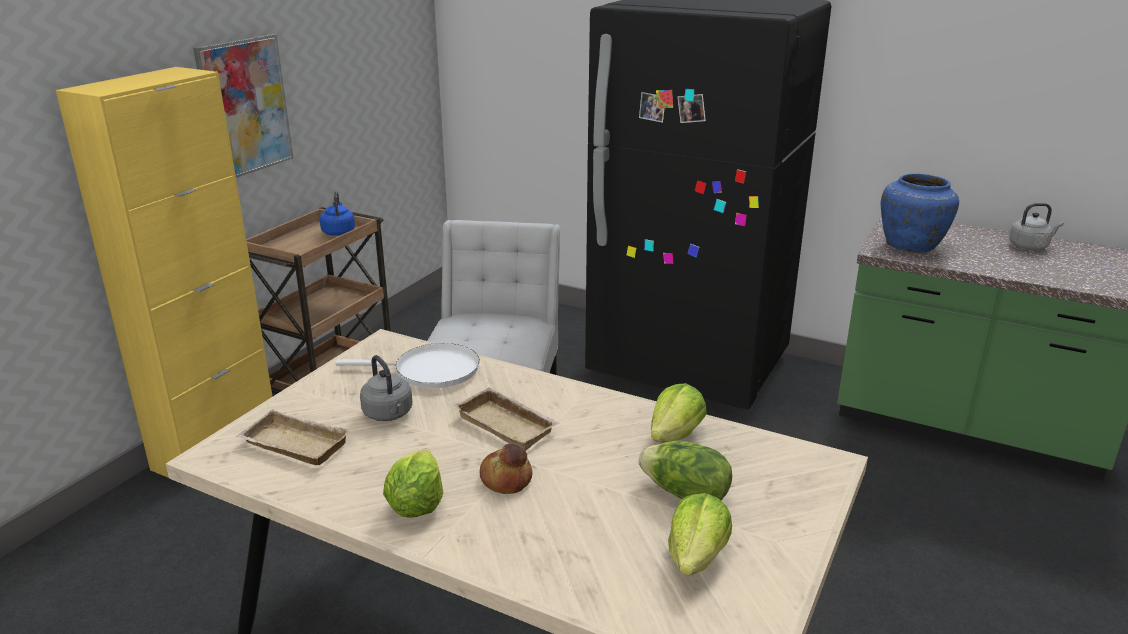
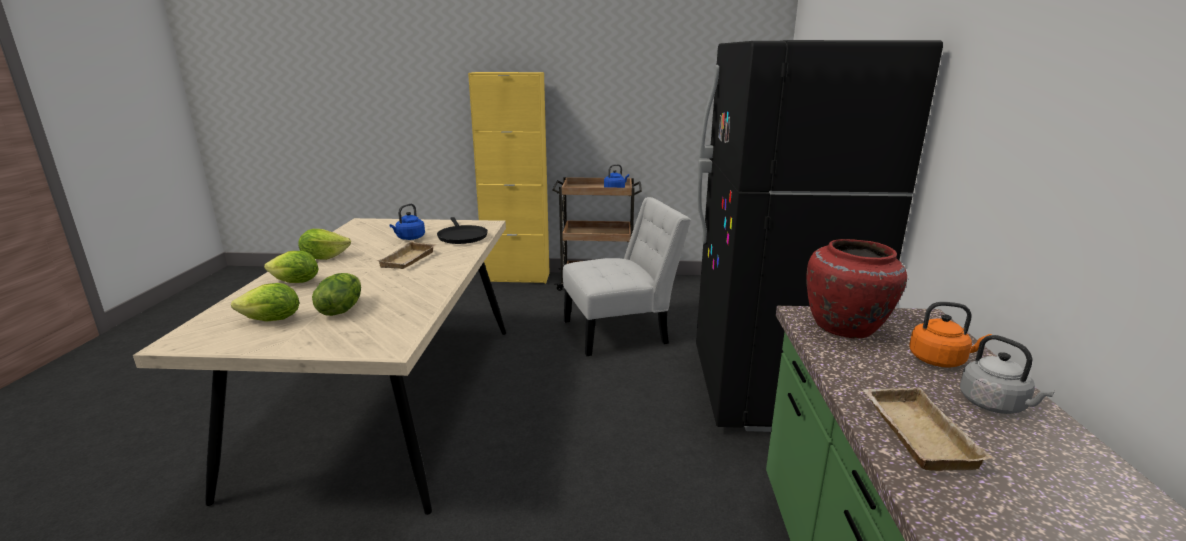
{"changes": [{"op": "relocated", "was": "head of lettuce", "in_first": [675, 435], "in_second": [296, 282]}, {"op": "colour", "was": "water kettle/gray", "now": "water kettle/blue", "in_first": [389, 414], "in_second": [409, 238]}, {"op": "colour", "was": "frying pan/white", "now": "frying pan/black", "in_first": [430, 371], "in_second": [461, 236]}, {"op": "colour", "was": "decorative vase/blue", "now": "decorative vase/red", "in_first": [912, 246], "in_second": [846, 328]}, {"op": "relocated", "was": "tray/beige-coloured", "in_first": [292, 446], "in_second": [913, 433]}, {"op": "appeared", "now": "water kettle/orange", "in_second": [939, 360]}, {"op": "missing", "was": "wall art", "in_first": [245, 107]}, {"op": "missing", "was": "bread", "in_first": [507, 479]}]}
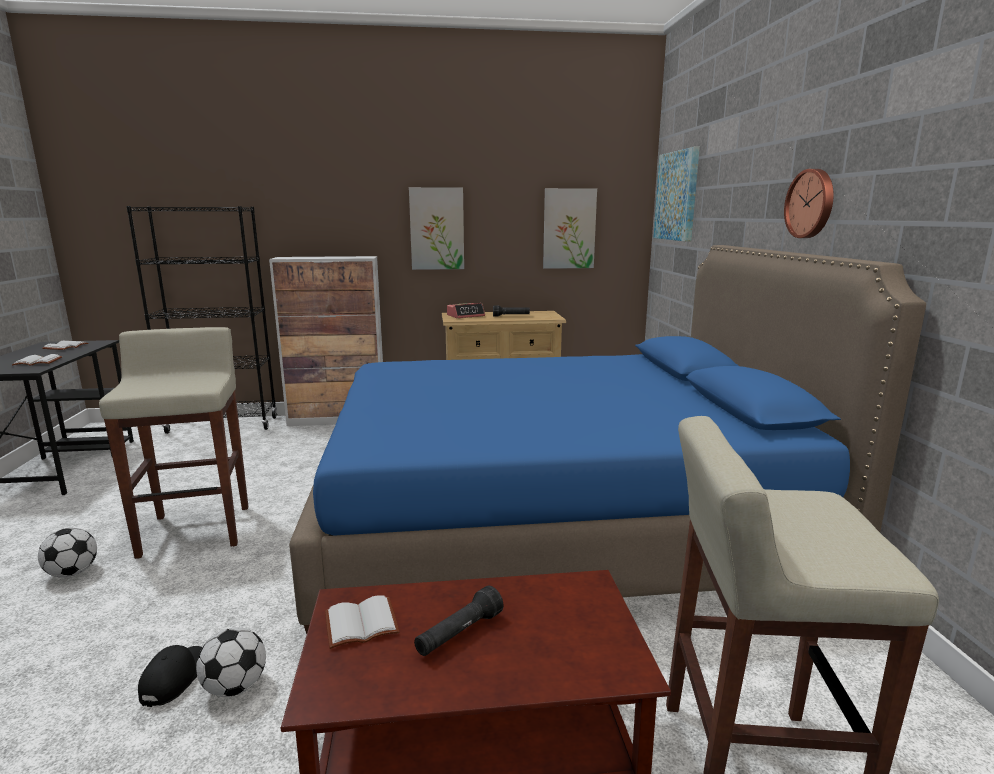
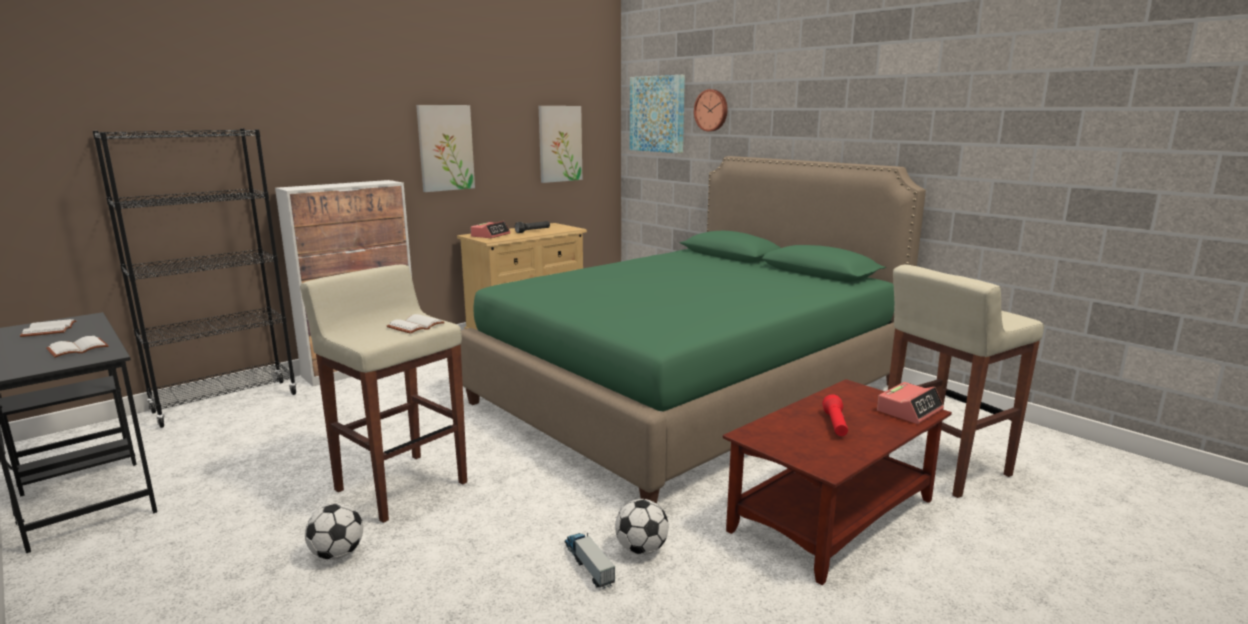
{"changes": [{"op": "relocated", "was": "book/white", "in_first": [360, 625], "in_second": [416, 326]}, {"op": "colour", "was": "bedroom bed/blue", "now": "bedroom bed/green", "in_first": [555, 523], "in_second": [689, 393]}, {"op": "exchanged", "was": "peaked cap/black", "now": "toy truck", "in_first": [174, 678], "in_second": [588, 564]}, {"op": "relocated", "was": "clock on the wall", "in_first": [811, 204], "in_second": [712, 110]}, {"op": "colour", "was": "torch/black", "now": "torch/red", "in_first": [459, 634], "in_second": [835, 425]}, {"op": "appeared", "now": "table clock", "in_second": [909, 410]}]}
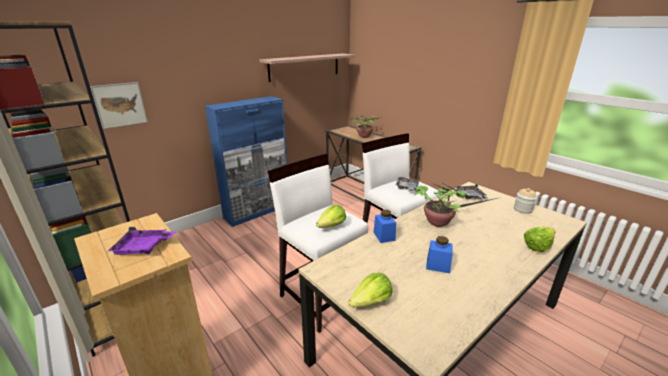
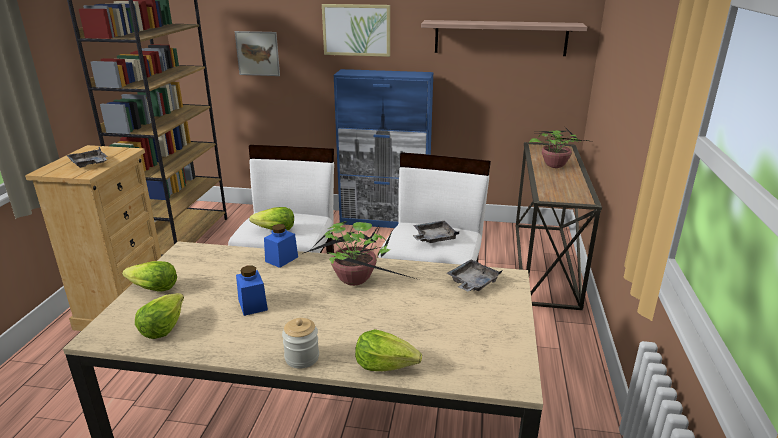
{"changes": [{"op": "colour", "was": "tray/purplish", "now": "tray/gray", "in_first": [143, 248], "in_second": [89, 164]}, {"op": "appeared", "now": "head of lettuce", "in_second": [162, 327]}, {"op": "relocated", "was": "storage jar", "in_first": [523, 209], "in_second": [302, 357]}, {"op": "appeared", "now": "wall art", "in_second": [356, 30]}]}
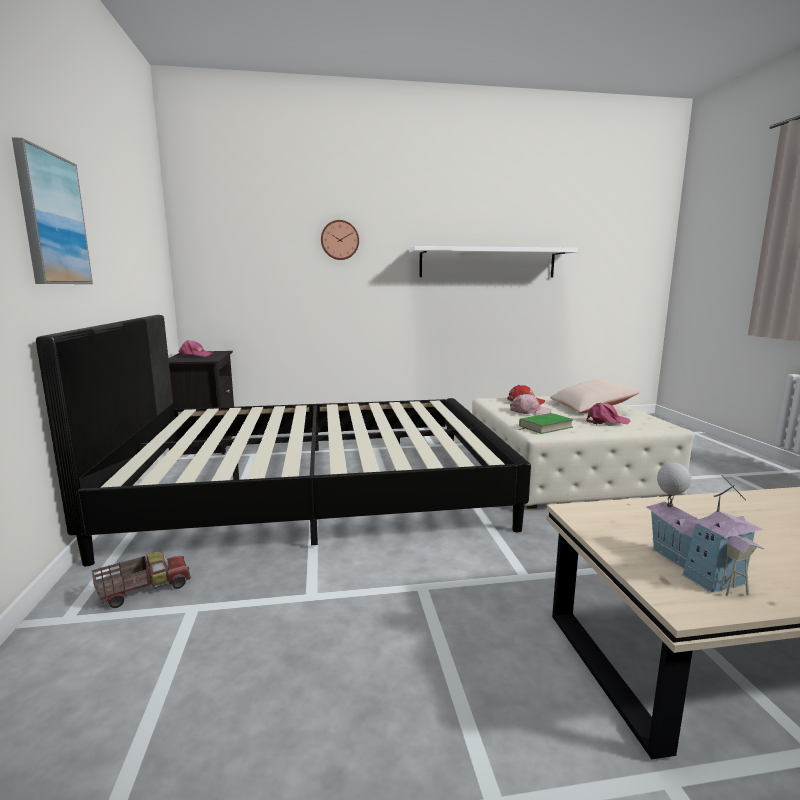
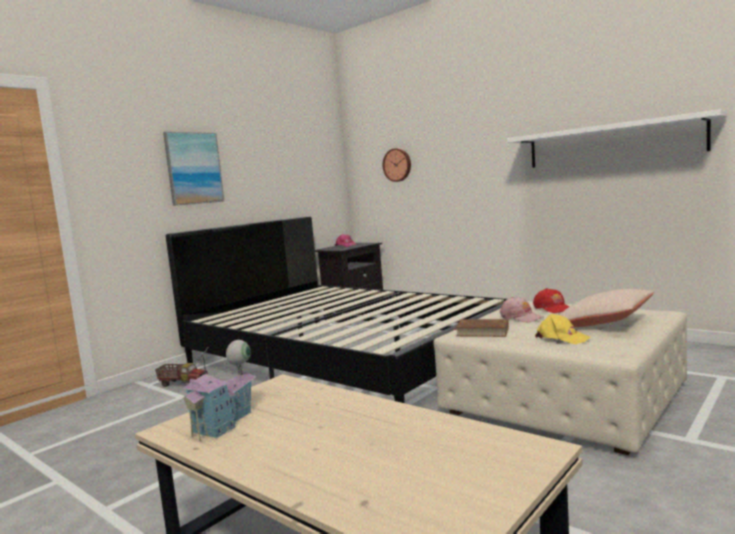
{"changes": [{"op": "relocated", "was": "clock on the wall", "in_first": [340, 240], "in_second": [397, 165]}, {"op": "colour", "was": "book/green", "now": "book/brown-coloured", "in_first": [545, 427], "in_second": [482, 331]}, {"op": "colour", "was": "peaked cap/pink", "now": "peaked cap/yellow-coloured", "in_first": [606, 421], "in_second": [561, 338]}]}
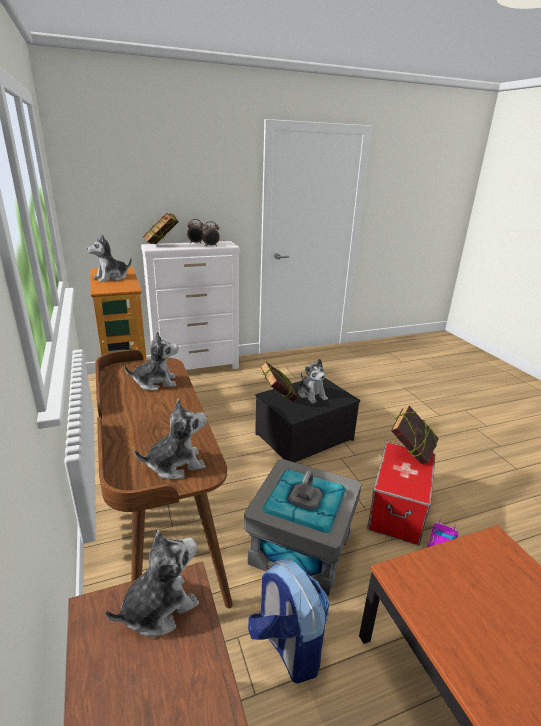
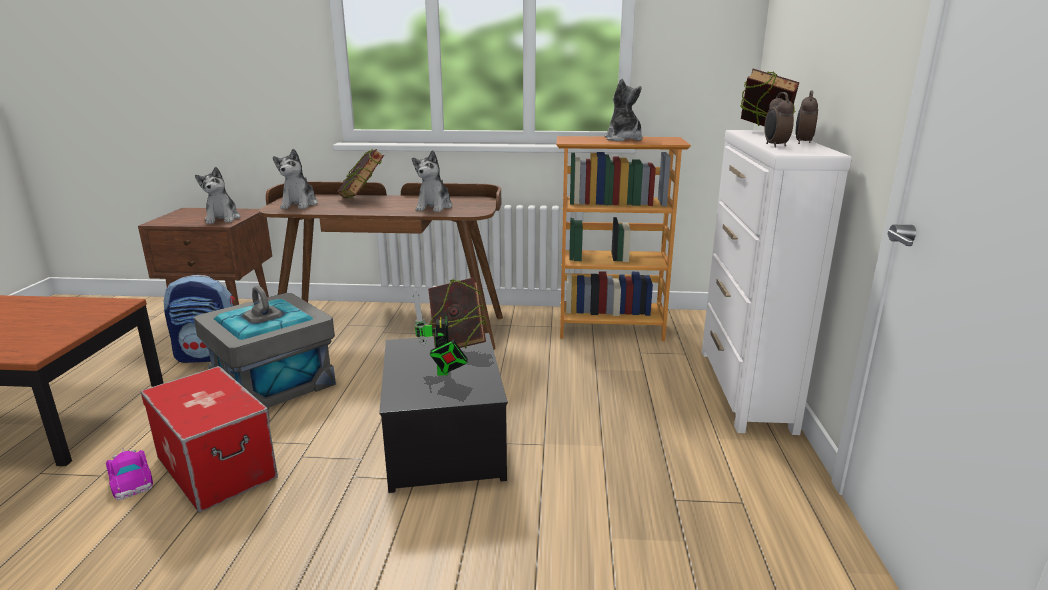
{"changes": [{"op": "relocated", "was": "book", "in_first": [411, 453], "in_second": [362, 198]}, {"op": "exchanged", "was": "soft toy", "now": "toy robot", "in_first": [311, 395], "in_second": [443, 372]}]}
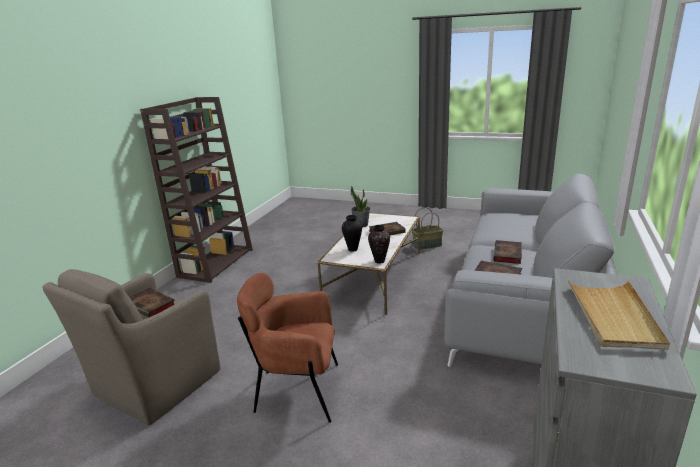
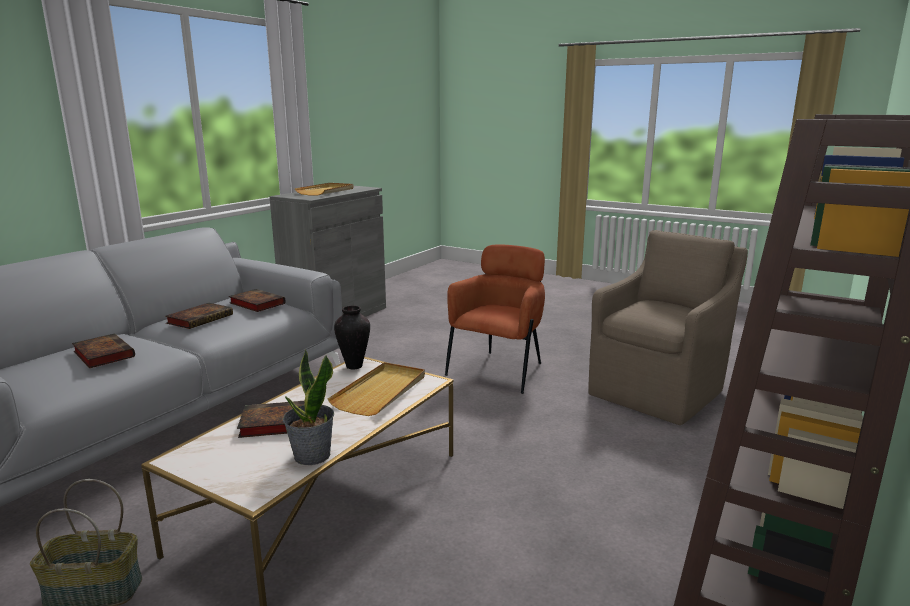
{"changes": [{"op": "relocated", "was": "book", "in_first": [151, 306], "in_second": [102, 354]}, {"op": "exchanged", "was": "decorative vase", "now": "tray/beige-coloured", "in_first": [352, 249], "in_second": [381, 391]}, {"op": "spun", "was": "armchair/brown-coloured", "in_first": [297, 391], "in_second": [499, 370], "clockwise": -75}]}
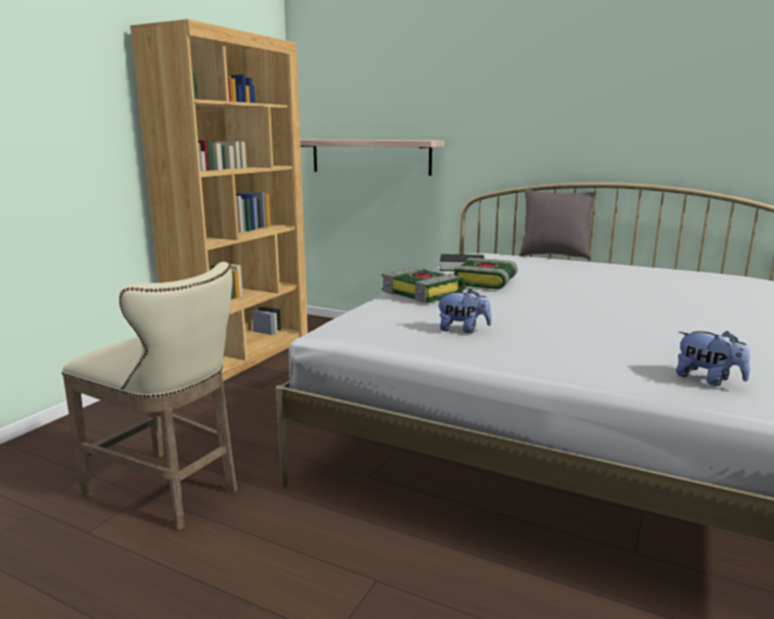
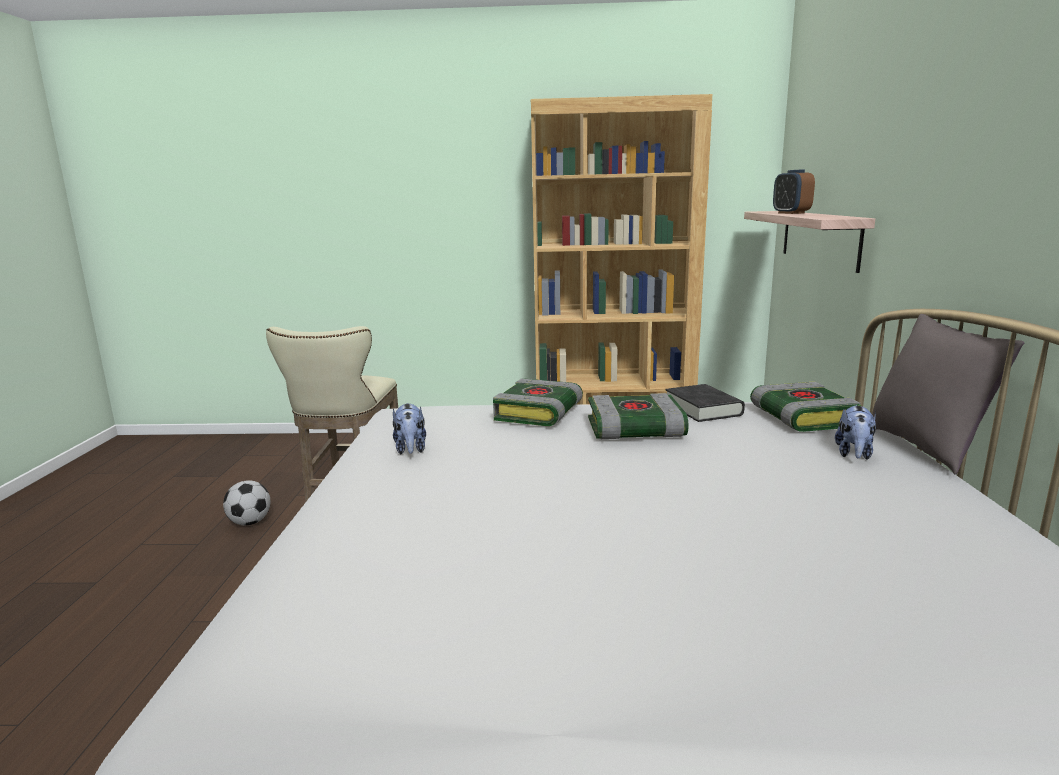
{"changes": [{"op": "appeared", "now": "ball for football", "in_second": [250, 522]}, {"op": "appeared", "now": "book", "in_second": [800, 417]}, {"op": "appeared", "now": "table clock", "in_second": [791, 213]}, {"op": "relocated", "was": "soft toy", "in_first": [708, 380], "in_second": [854, 454]}]}
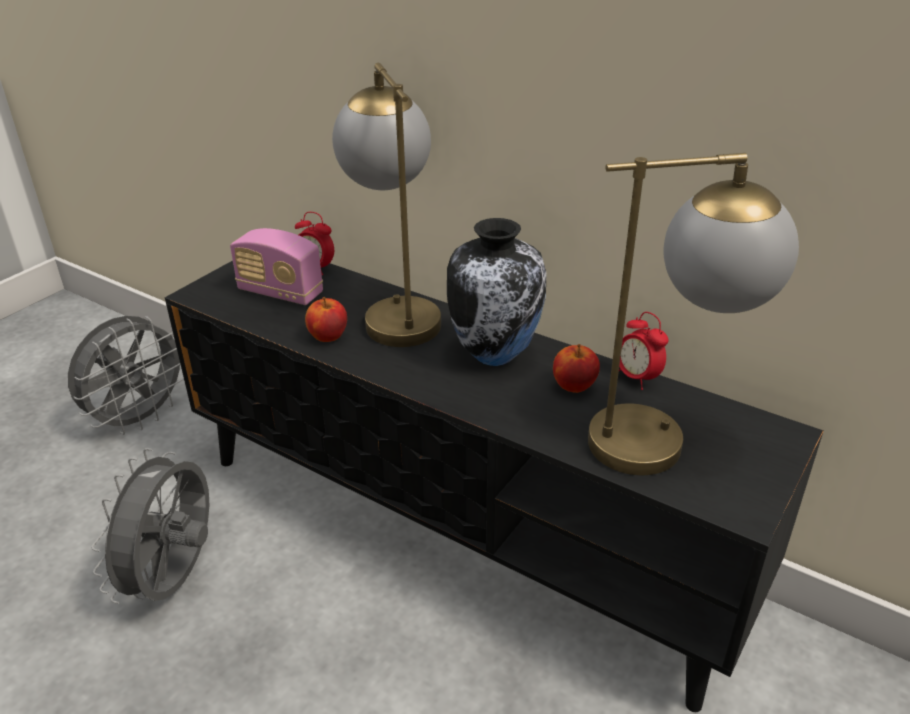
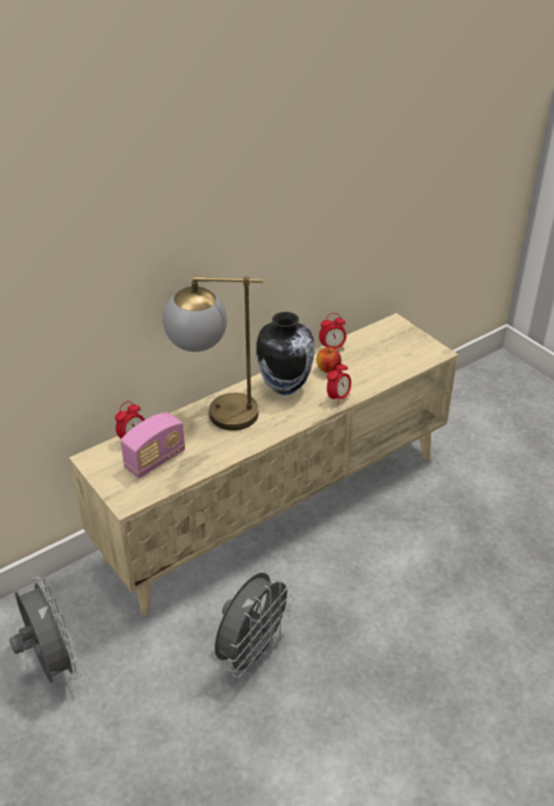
{"changes": [{"op": "colour", "was": "media console/black", "now": "media console/beige-coloured", "in_first": [460, 528], "in_second": [277, 504]}, {"op": "spun", "was": "electric fan/gray", "in_first": [176, 580], "in_second": [252, 652], "clockwise": -90}, {"op": "appeared", "now": "table clock", "in_second": [338, 397]}, {"op": "missing", "was": "whole apple", "in_first": [328, 337]}, {"op": "missing", "was": "table lamp", "in_first": [667, 439]}]}
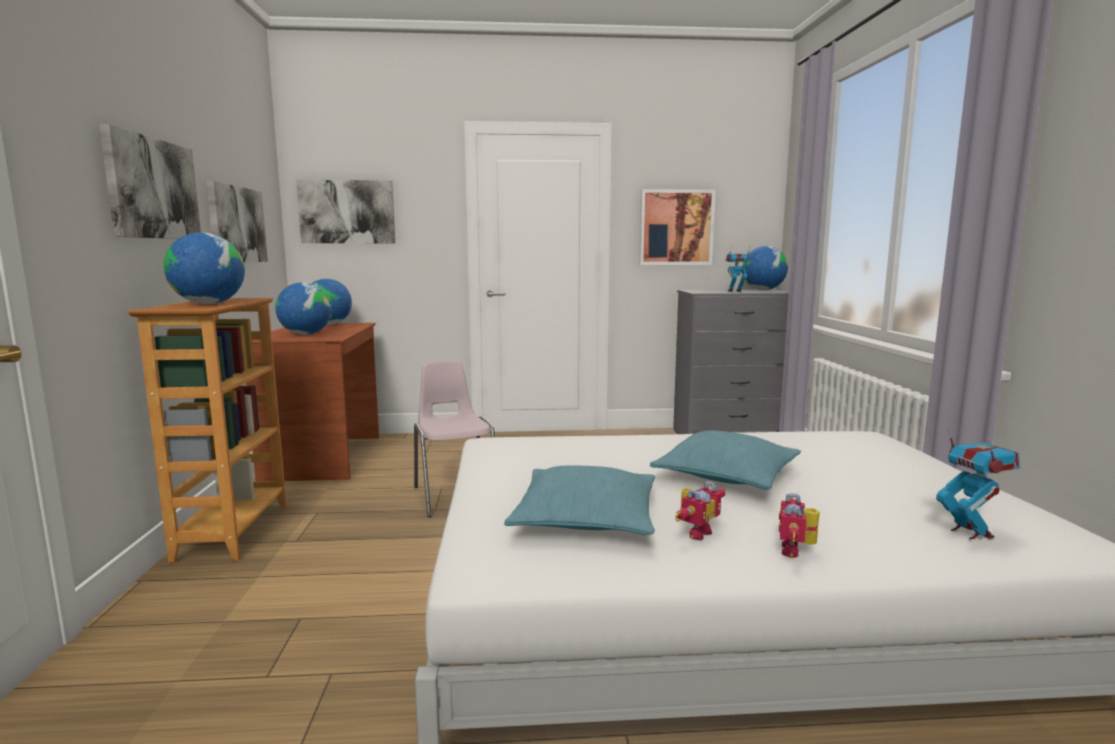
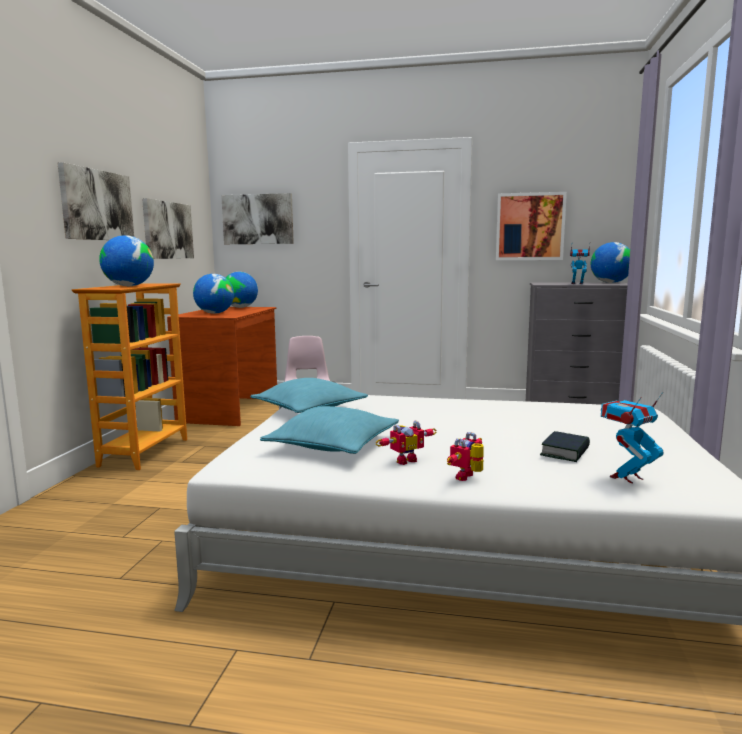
{"changes": [{"op": "relocated", "was": "throw pillow/blue-green", "in_first": [726, 476], "in_second": [309, 409]}, {"op": "appeared", "now": "book", "in_second": [565, 452]}, {"op": "spun", "was": "toy robot", "in_first": [970, 533], "in_second": [626, 477], "clockwise": -120}]}
